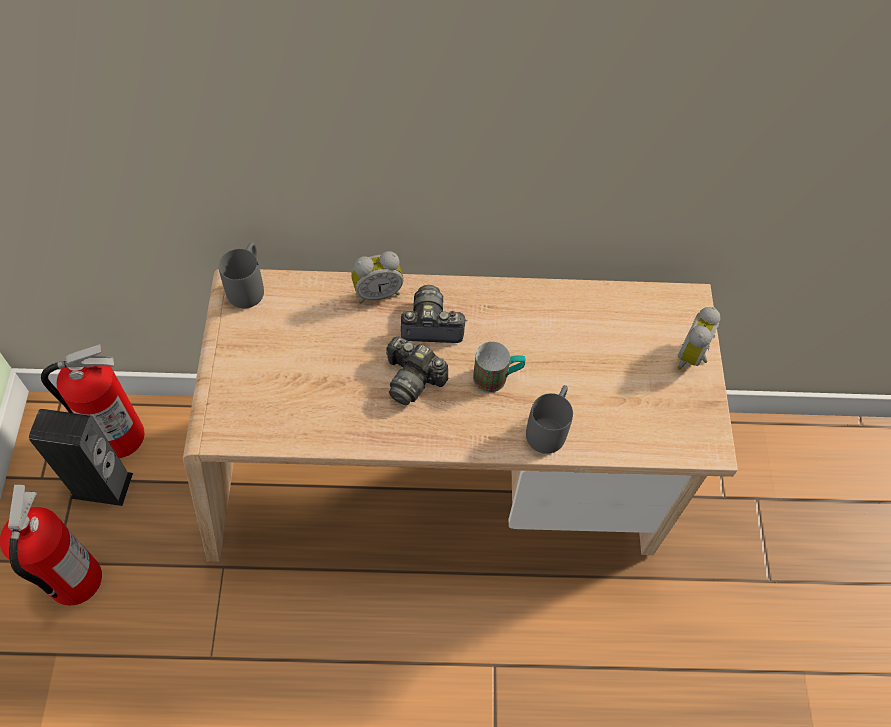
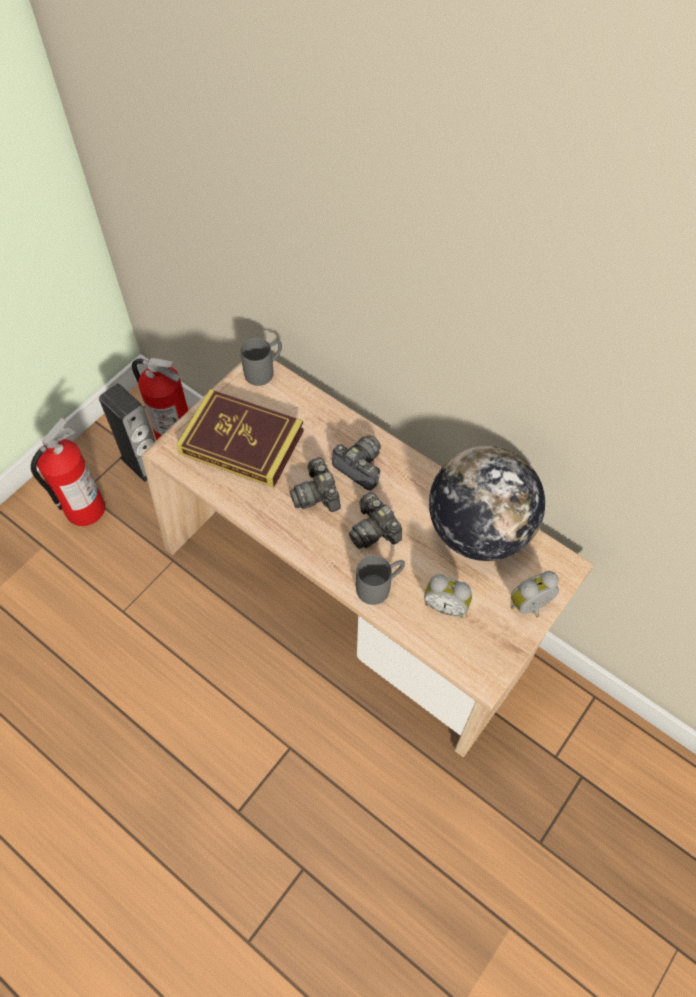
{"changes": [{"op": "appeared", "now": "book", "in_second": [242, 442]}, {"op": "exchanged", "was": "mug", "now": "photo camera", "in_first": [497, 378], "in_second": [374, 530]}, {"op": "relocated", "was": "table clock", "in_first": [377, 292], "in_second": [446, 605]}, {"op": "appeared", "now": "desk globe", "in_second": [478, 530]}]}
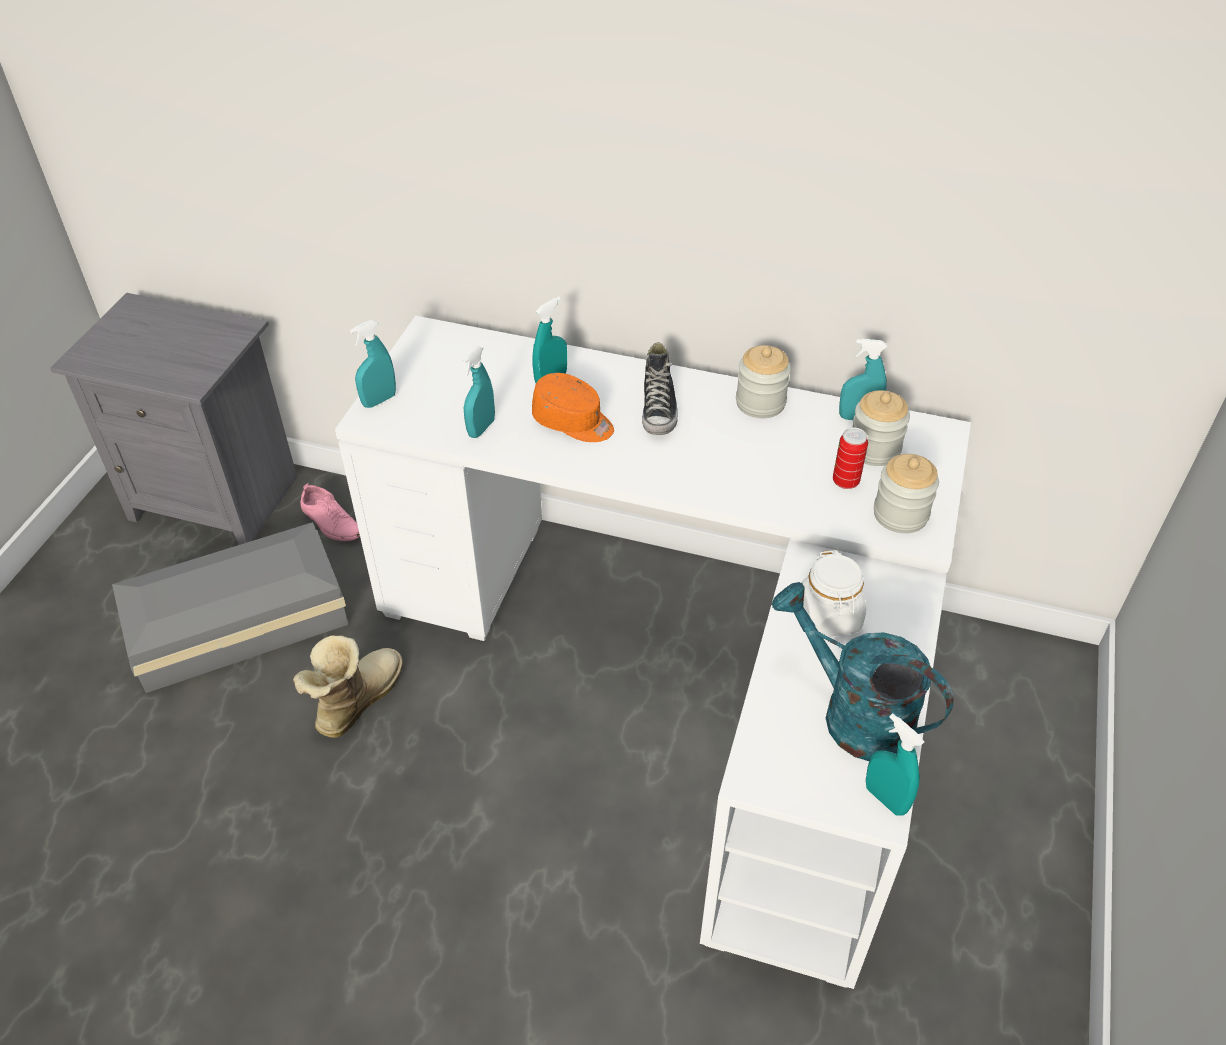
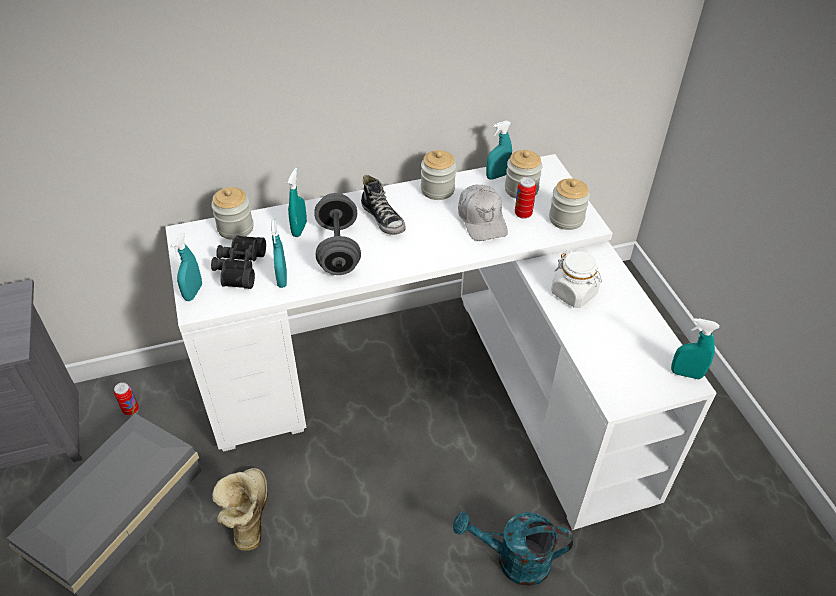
{"changes": [{"op": "exchanged", "was": "item of footwear/pink", "now": "sealed can", "in_first": [331, 522], "in_second": [131, 410]}, {"op": "appeared", "now": "storage jar", "in_second": [235, 228]}, {"op": "appeared", "now": "pair of binoculars/black", "in_second": [238, 268]}, {"op": "exchanged", "was": "peaked cap/orange", "now": "hand weight/gray", "in_first": [573, 422], "in_second": [338, 249]}, {"op": "relocated", "was": "watering can/blue-green", "in_first": [853, 713], "in_second": [513, 560]}, {"op": "appeared", "now": "peaked cap/white", "in_second": [482, 220]}]}
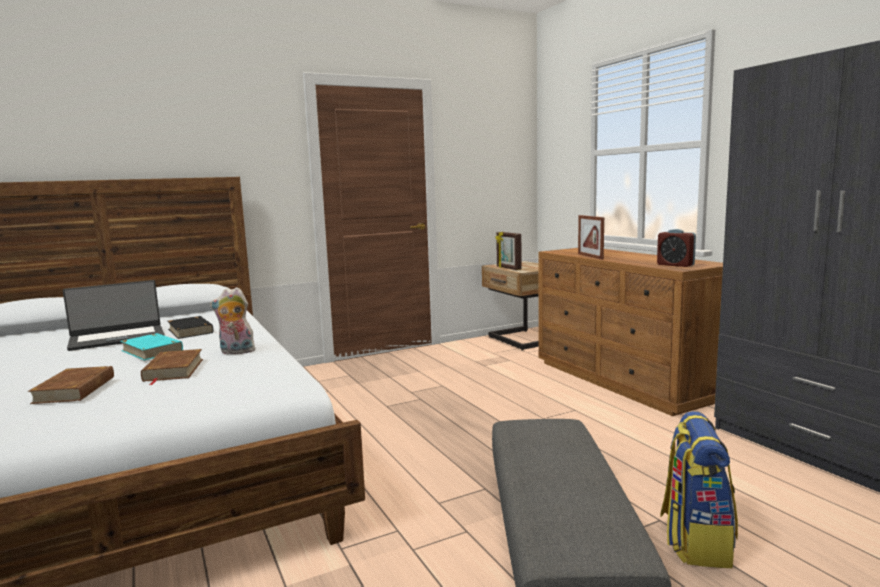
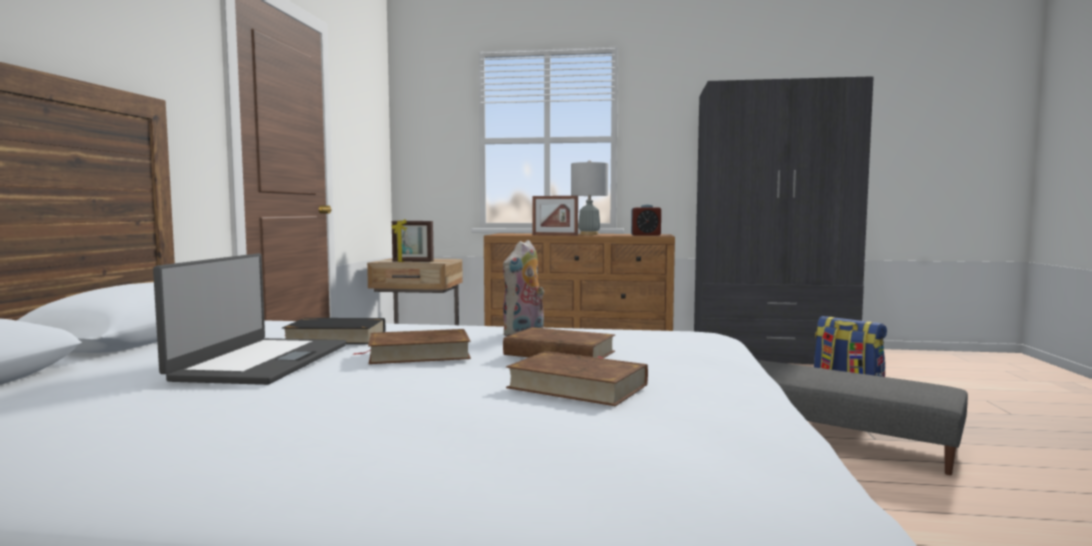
{"changes": [{"op": "colour", "was": "book/blue-green", "now": "book/brown-coloured", "in_first": [152, 351], "in_second": [418, 354]}, {"op": "appeared", "now": "table lamp/gray", "in_second": [589, 234]}]}
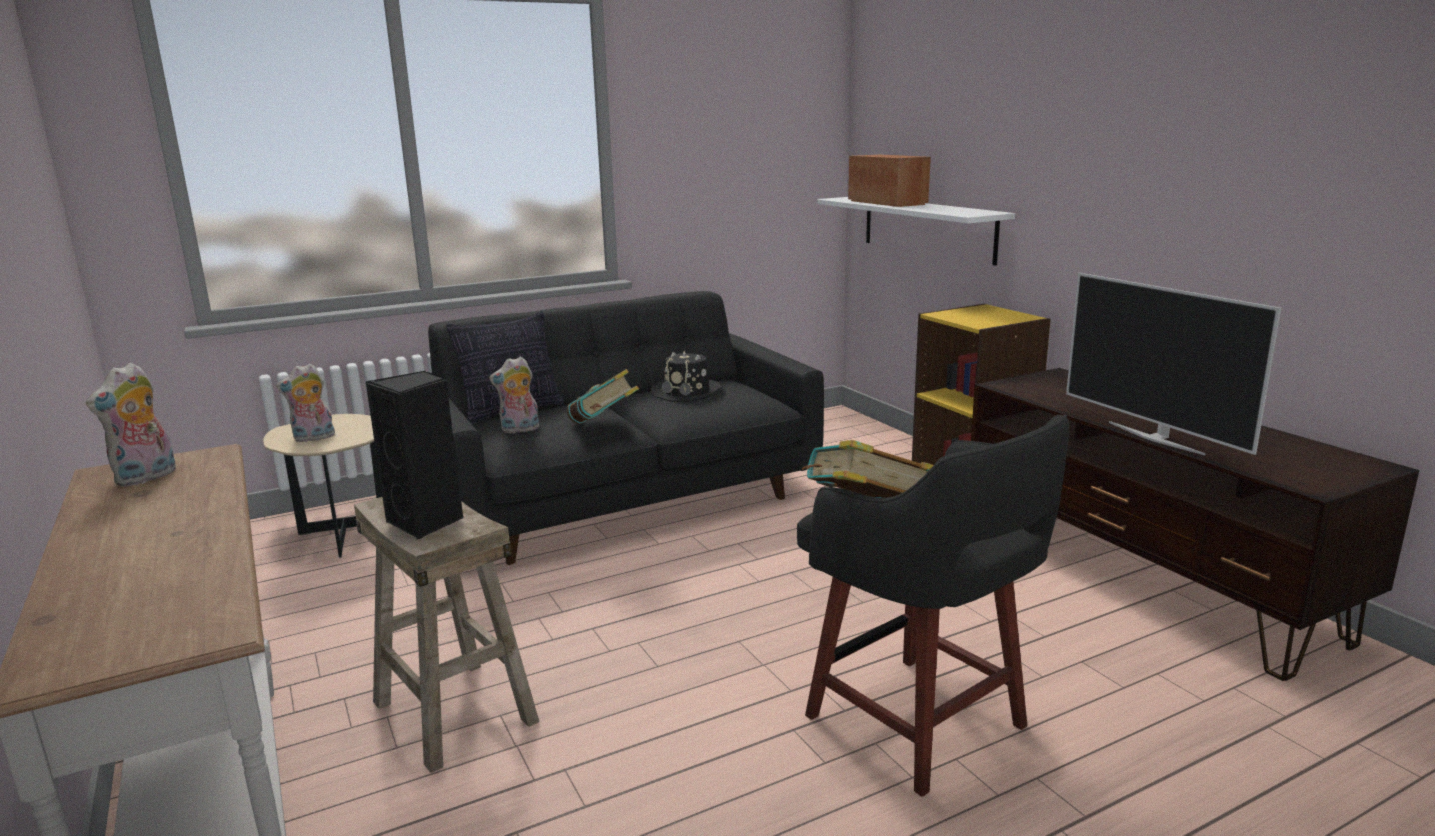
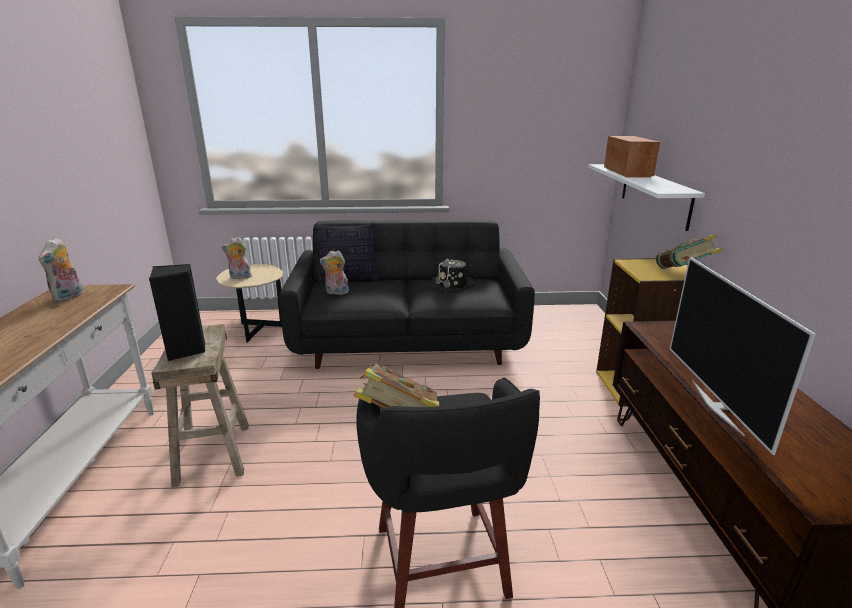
{"changes": [{"op": "spun", "was": "soft toy", "in_first": [146, 478], "in_second": [69, 297], "clockwise": -45}, {"op": "relocated", "was": "book", "in_first": [604, 426], "in_second": [683, 273]}]}
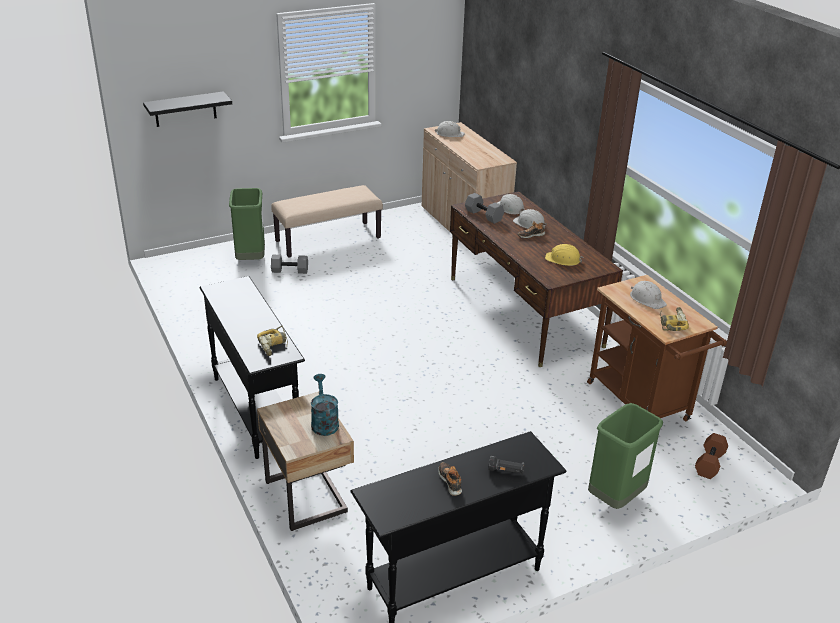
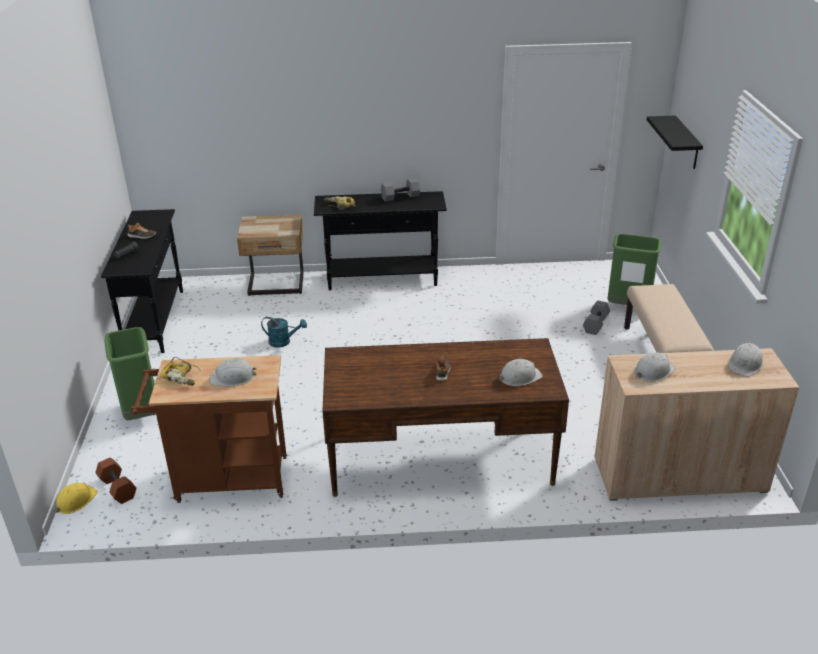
{"changes": [{"op": "relocated", "was": "work helmet/yellow-coloured", "in_first": [563, 259], "in_second": [75, 501]}, {"op": "relocated", "was": "watering can/blue-green", "in_first": [324, 422], "in_second": [283, 342]}, {"op": "relocated", "was": "hand weight/gray", "in_first": [483, 215], "in_second": [400, 196]}, {"op": "relocated", "was": "work helmet/white", "in_first": [529, 224], "in_second": [653, 371]}]}
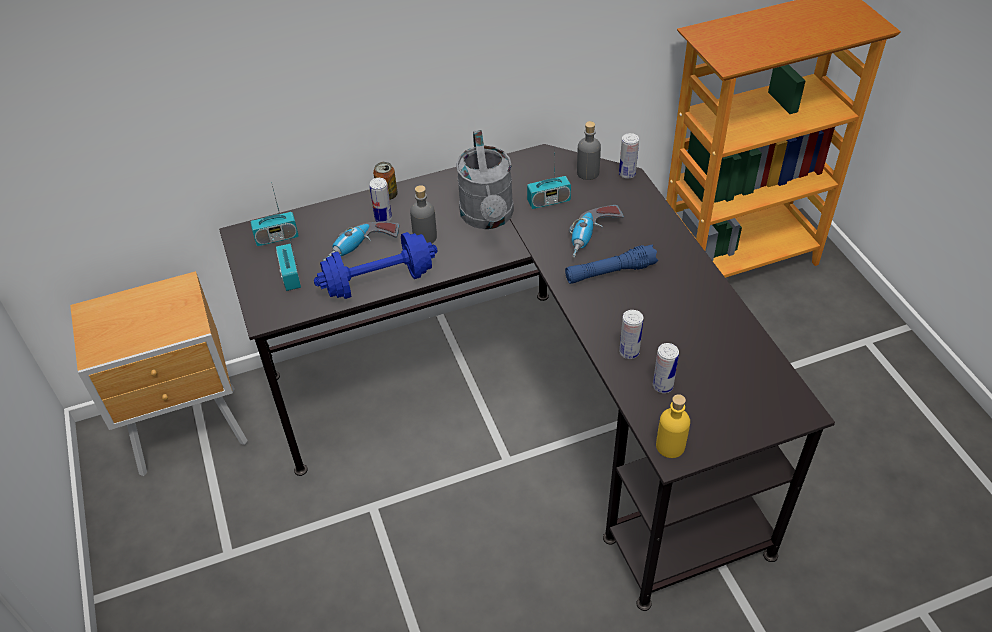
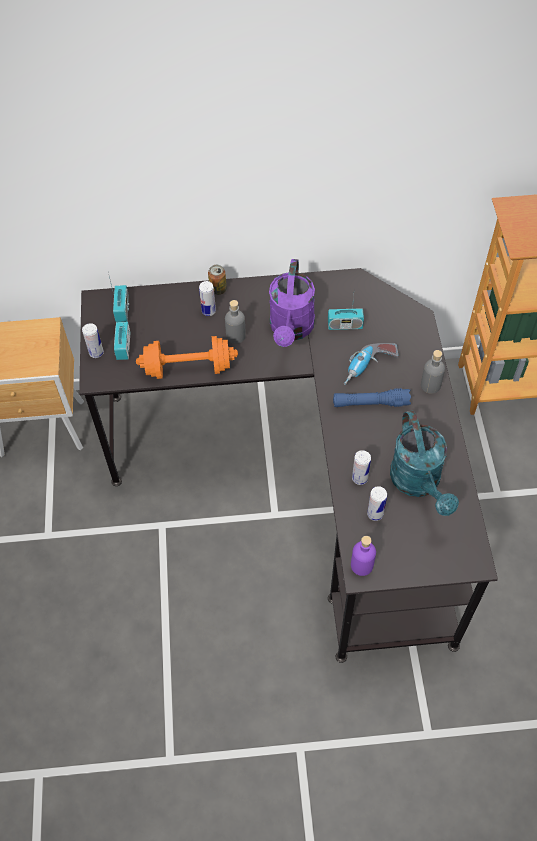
{"changes": [{"op": "relocated", "was": "sealed can", "in_first": [627, 174], "in_second": [96, 353]}, {"op": "spun", "was": "radio", "in_first": [277, 237], "in_second": [122, 309], "clockwise": -90}, {"op": "colour", "was": "hand weight/blue", "now": "hand weight/orange", "in_first": [379, 281], "in_second": [188, 368]}, {"op": "colour", "was": "watering can/gray", "now": "watering can/purplish", "in_first": [488, 218], "in_second": [291, 330]}, {"op": "colour", "was": "beverage bottle/yellow-coloured", "now": "beverage bottle/purplish", "in_first": [670, 446], "in_second": [361, 565]}, {"op": "appeared", "now": "watering can/blue-green", "in_second": [419, 483]}, {"op": "relocated", "was": "beverage bottle/gray", "in_first": [587, 173], "in_second": [430, 385]}, {"op": "missing", "was": "power drill", "in_first": [362, 250]}]}
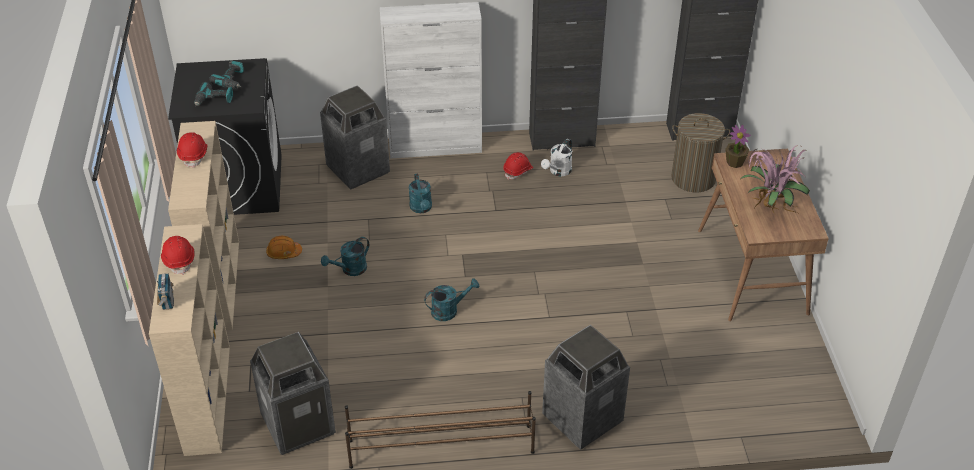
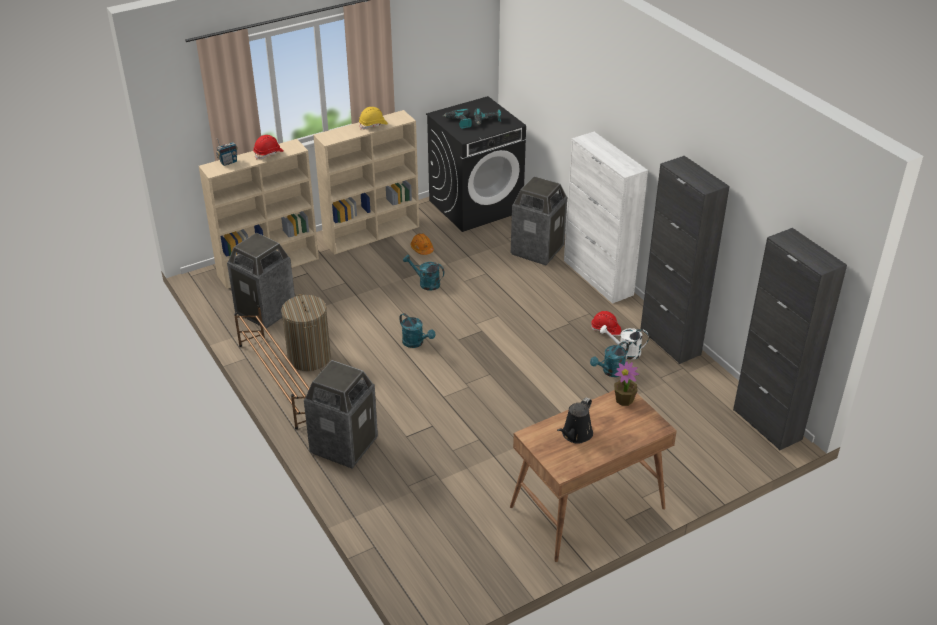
{"changes": [{"op": "relocated", "was": "laundry basket", "in_first": [693, 178], "in_second": [309, 357]}, {"op": "colour", "was": "work helmet/red", "now": "work helmet/yellow-coloured", "in_first": [194, 155], "in_second": [373, 125]}, {"op": "exchanged", "was": "plant in a pot", "now": "watering can/black", "in_first": [769, 206], "in_second": [575, 435]}, {"op": "relocated", "was": "watering can/blue-green", "in_first": [421, 208], "in_second": [610, 372]}]}
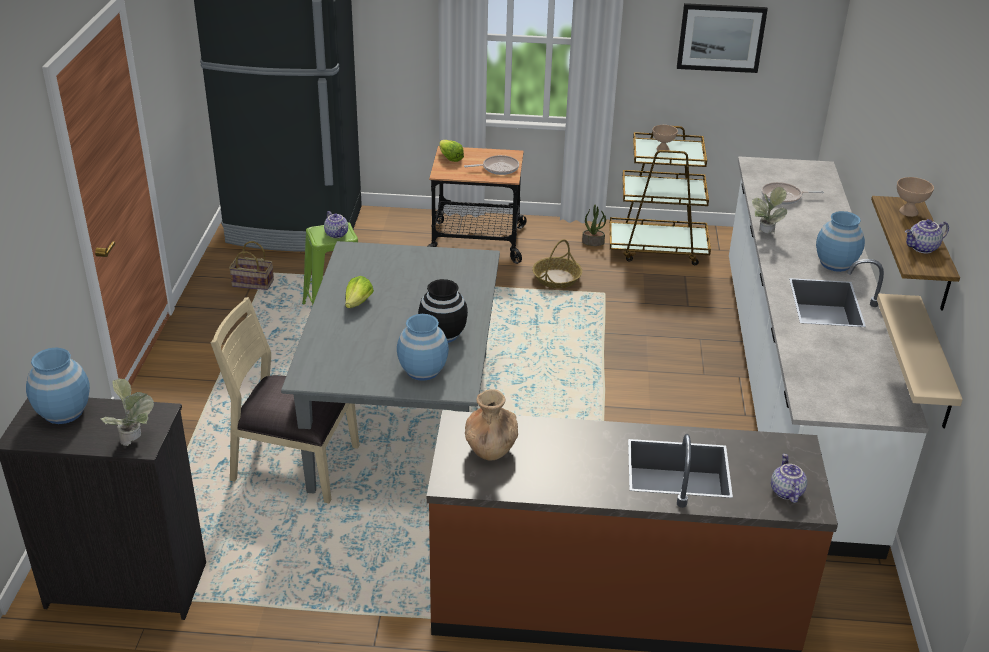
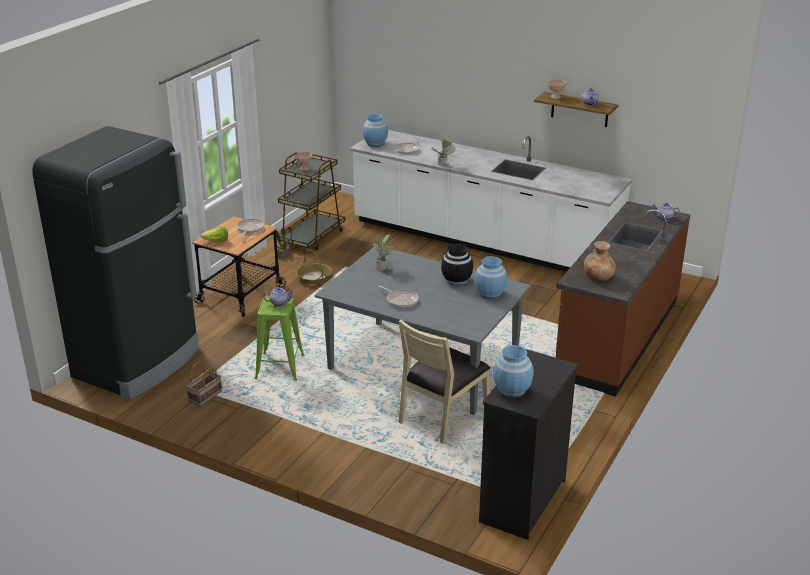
{"changes": [{"op": "relocated", "was": "decorative vase/blue", "in_first": [835, 263], "in_second": [375, 143]}, {"op": "relocated", "was": "plant in a pot", "in_first": [135, 441], "in_second": [383, 267]}, {"op": "exchanged", "was": "head of lettuce", "now": "frying pan", "in_first": [358, 303], "in_second": [401, 300]}, {"op": "missing", "was": "wall art", "in_first": [721, 37]}, {"op": "missing", "was": "shelf/beige-coloured", "in_first": [934, 364]}]}
